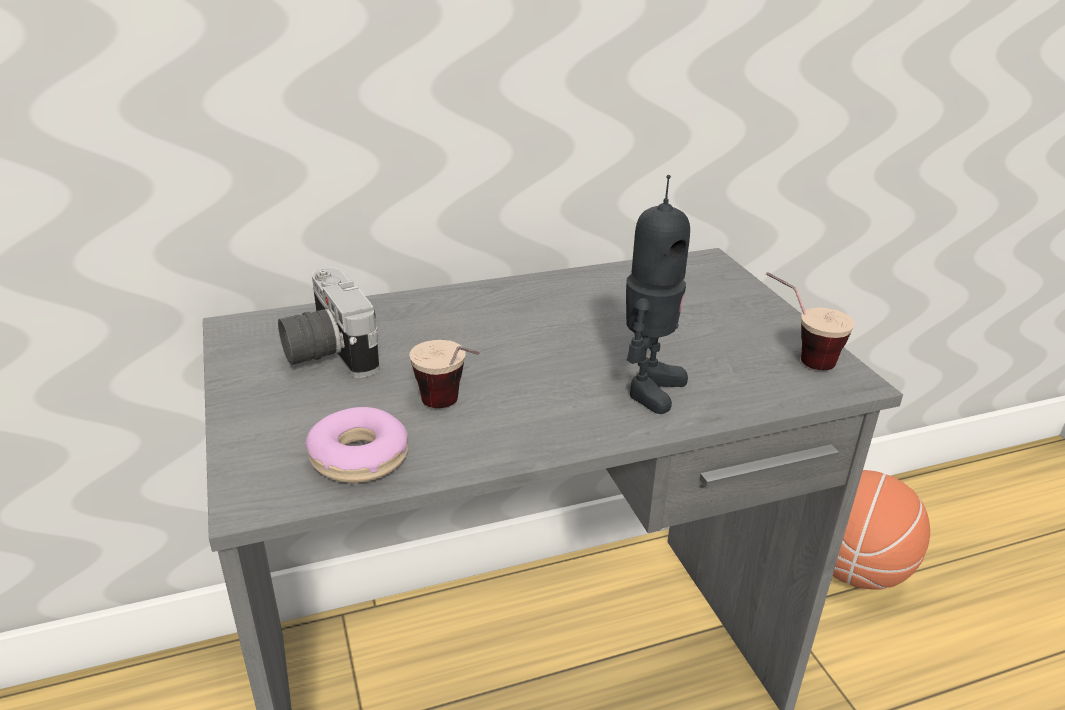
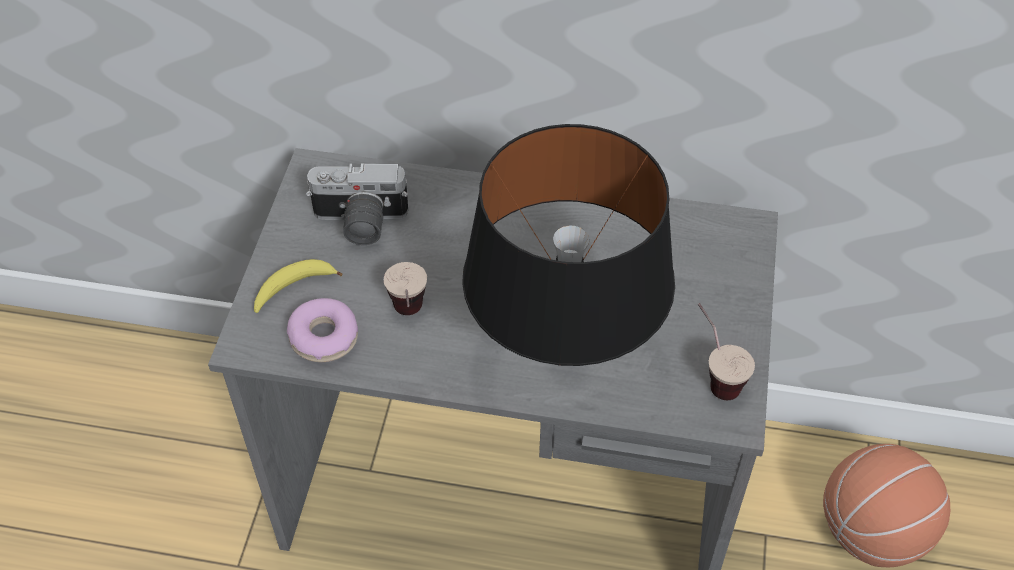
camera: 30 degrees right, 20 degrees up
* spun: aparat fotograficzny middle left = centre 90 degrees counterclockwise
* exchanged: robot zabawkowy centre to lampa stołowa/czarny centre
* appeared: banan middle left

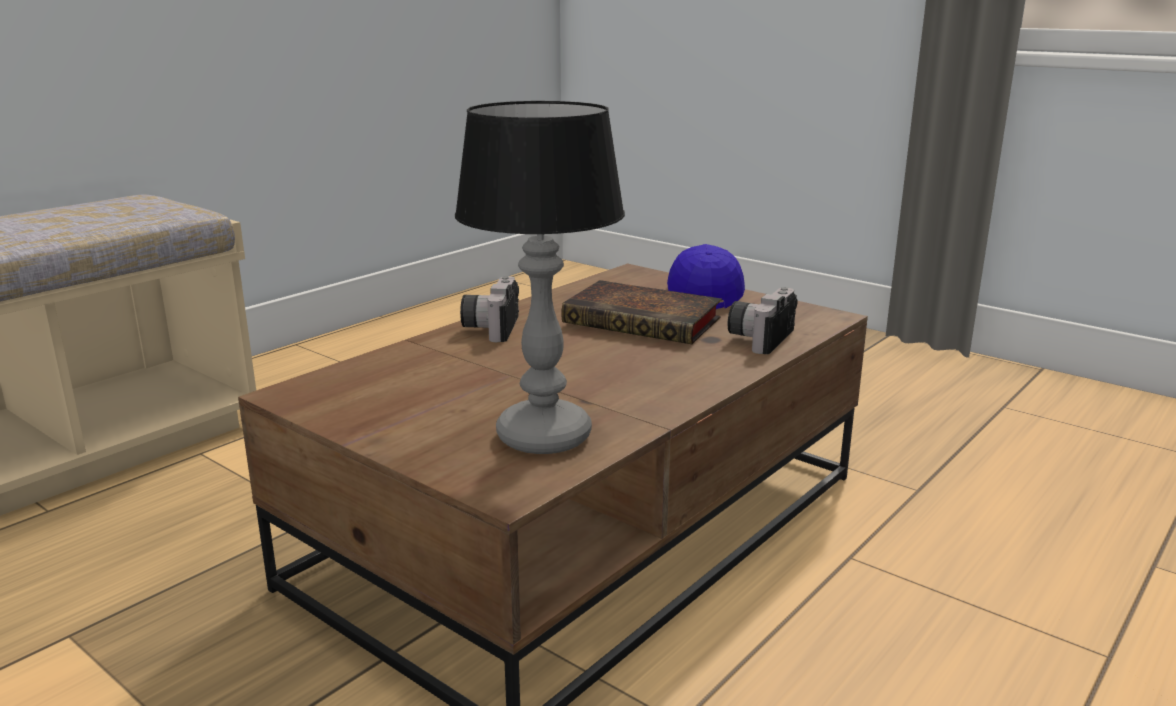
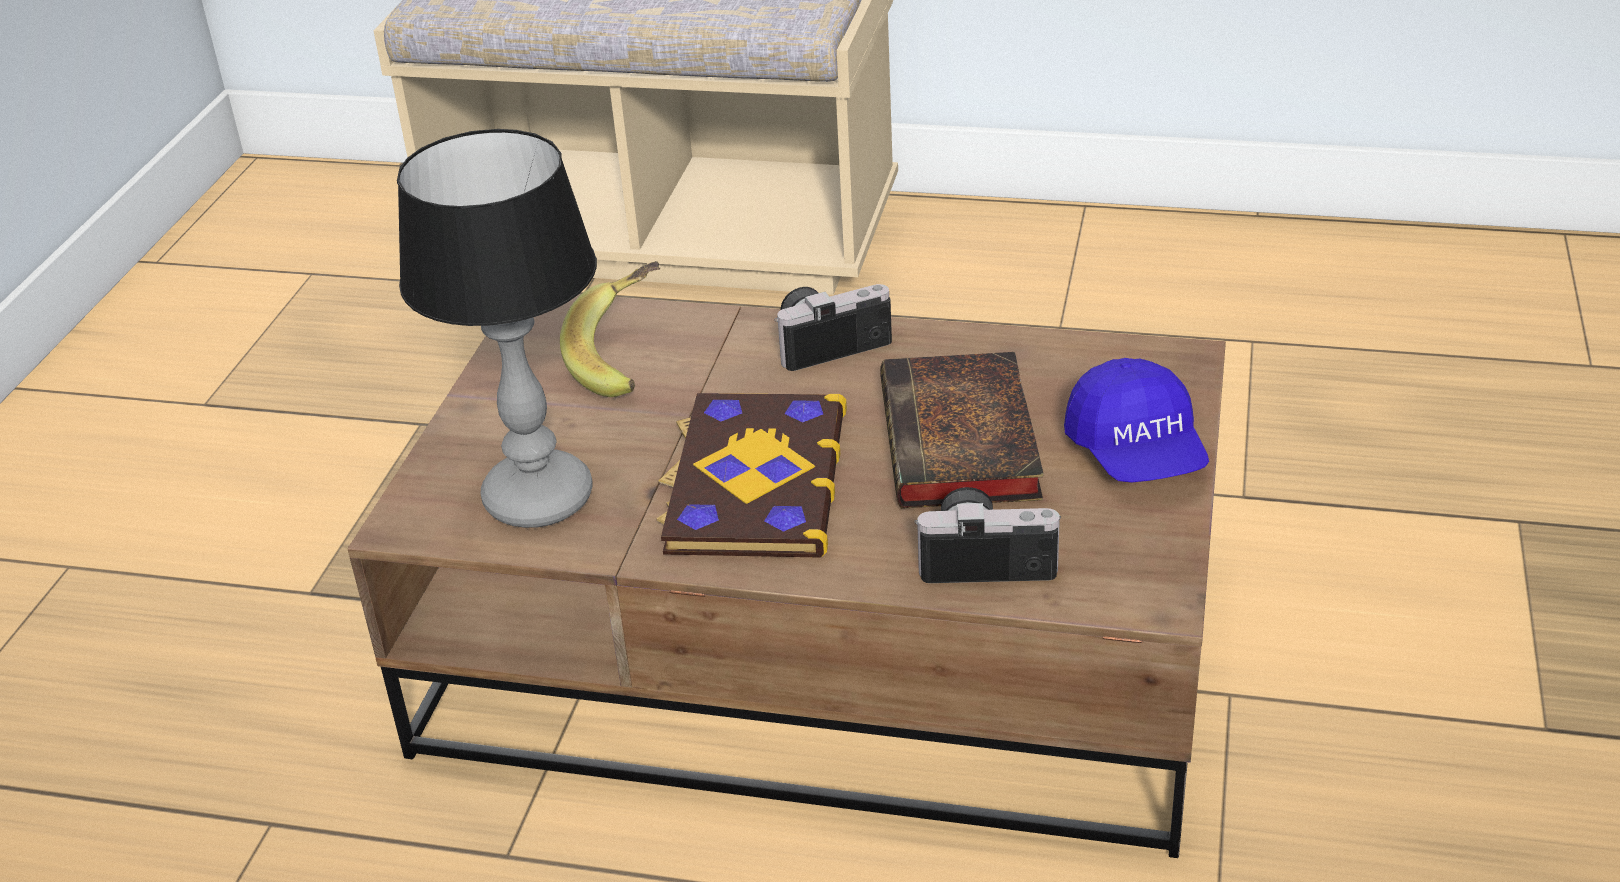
camera: 65 degrees right, 15 degrees up
* spun: czapka z daszkiem/niebieski centre = middle right 105 degrees clockwise
* appeared: banan centre
* appeared: książka (no. 1 from left) centre

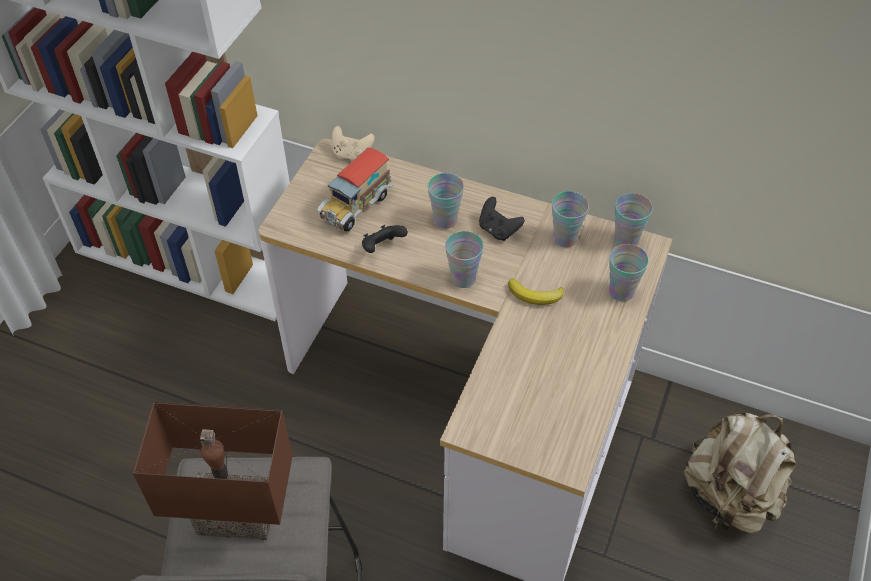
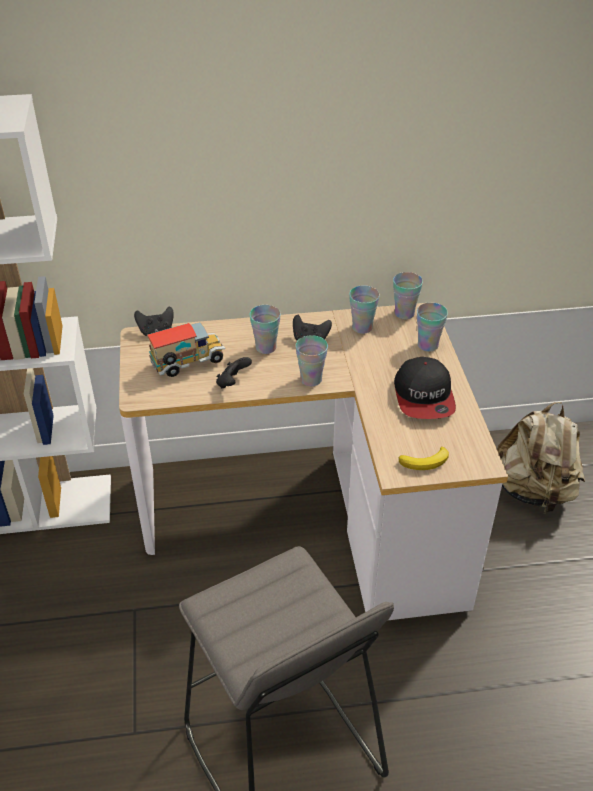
camera: 30 degrees left, 10 degrees down
* missing: lampa stołowa/brązowy bottom left
* spun: ciężarówka zabawkowa top centre = middle left 120 degrees counterclockwise
* colour: pad do gier/beżowy top centre to pad do gier/czarny (no. 1 from left) middle left
* relocated: banan centre to middle right
* appeared: czapka z daszkiem middle right

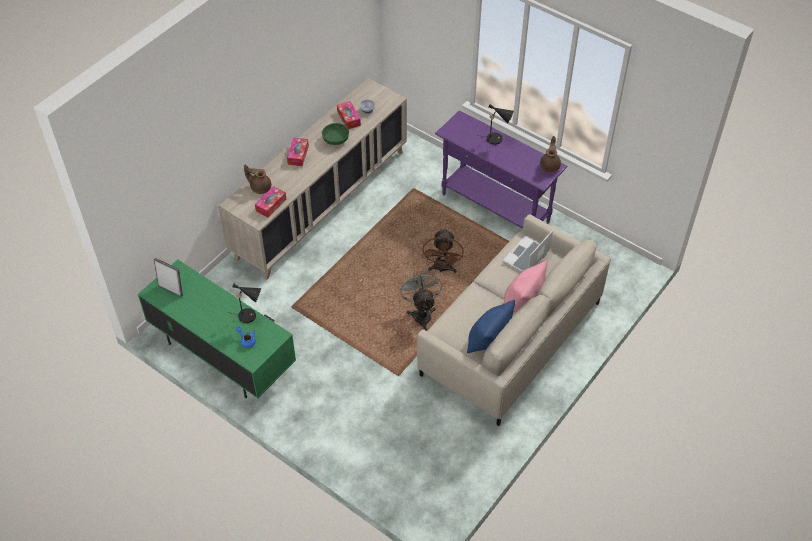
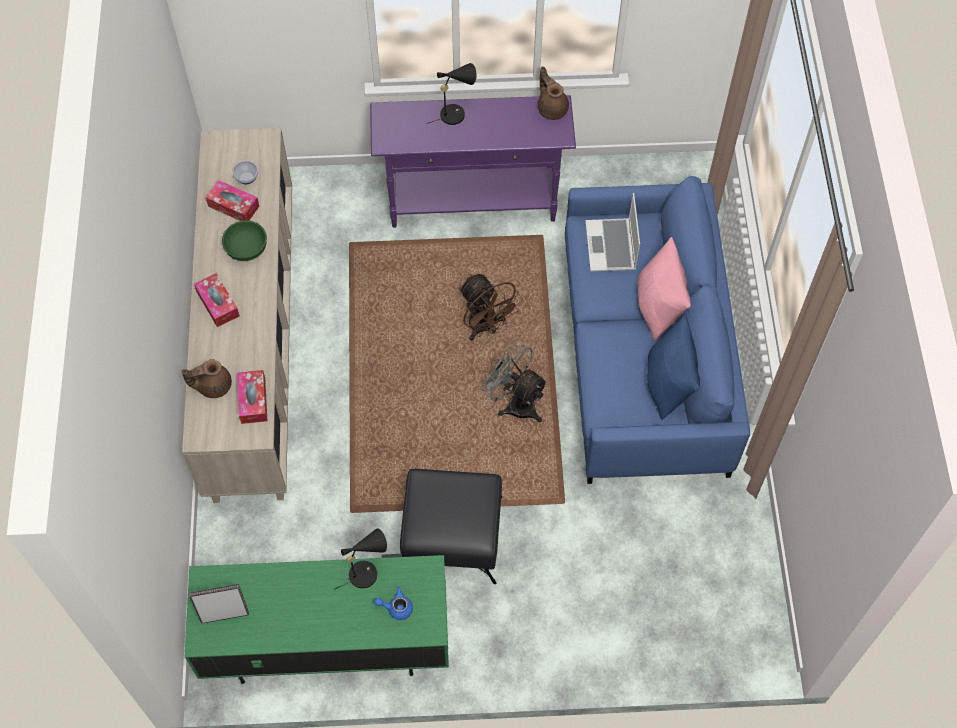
camera: 40 degrees left, 10 degrees up
* colour: kanapa/beżowy centre to kanapa/niebieski middle right
* appeared: pufa/czarny bottom centre

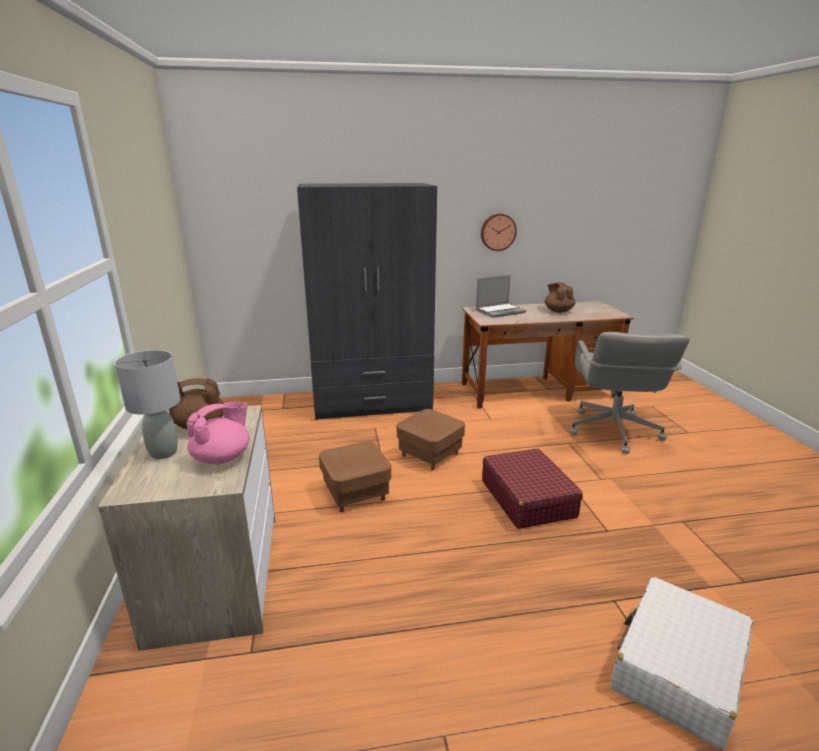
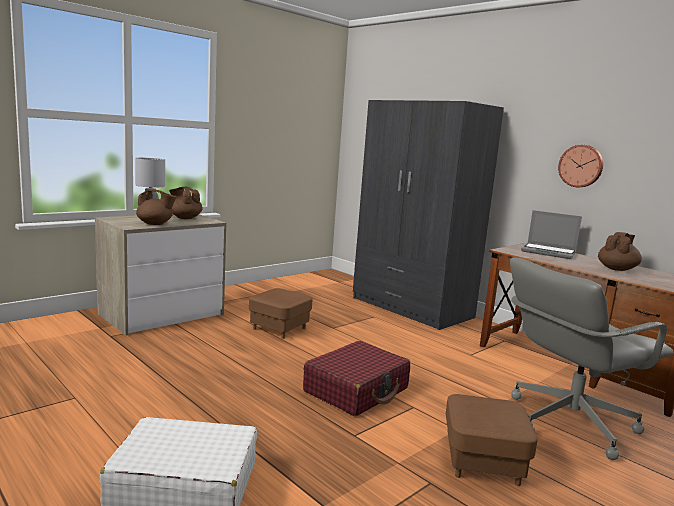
camera: 55 degrees right, 10 degrees down
* colour: imbryk/różowy middle left to imbryk/brązowy (no. 1 from left) middle left
* relocated: pufa/brązowy (no. 2 from left) centre to bottom right

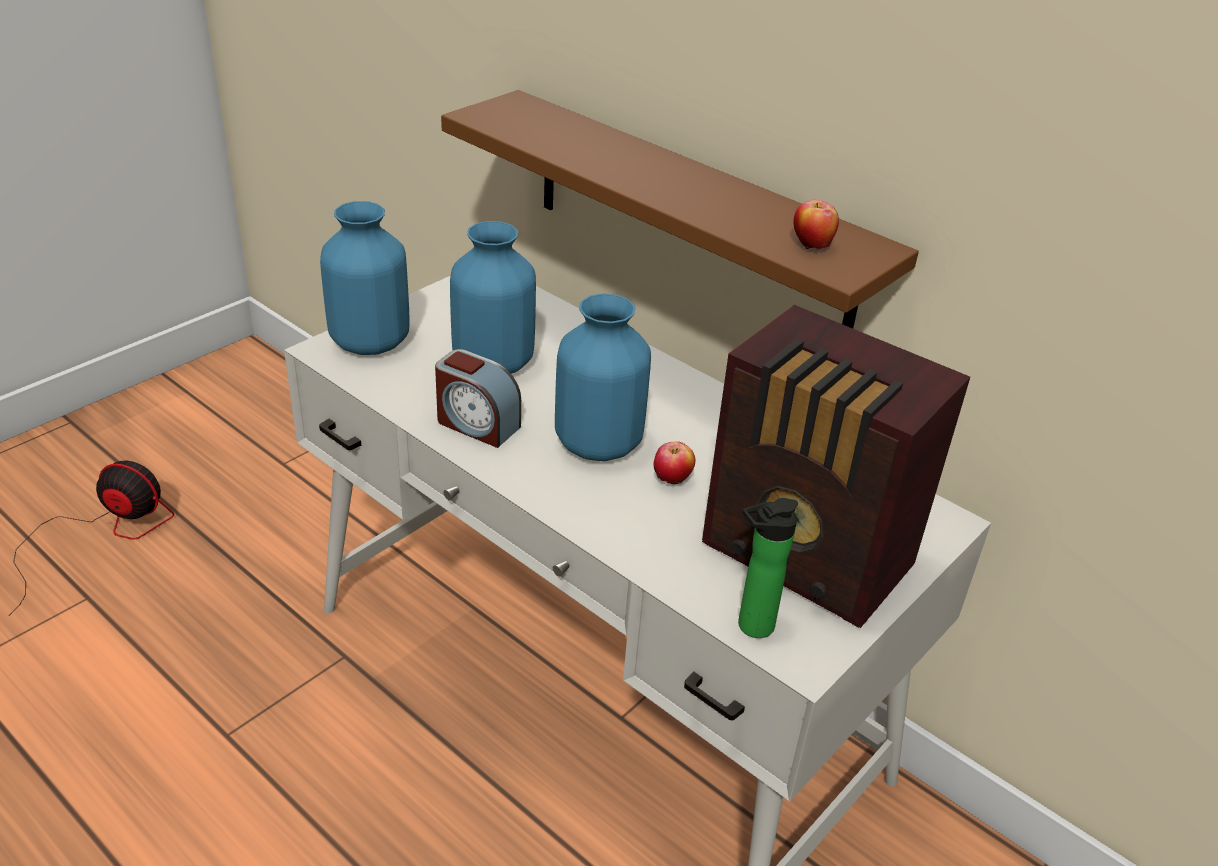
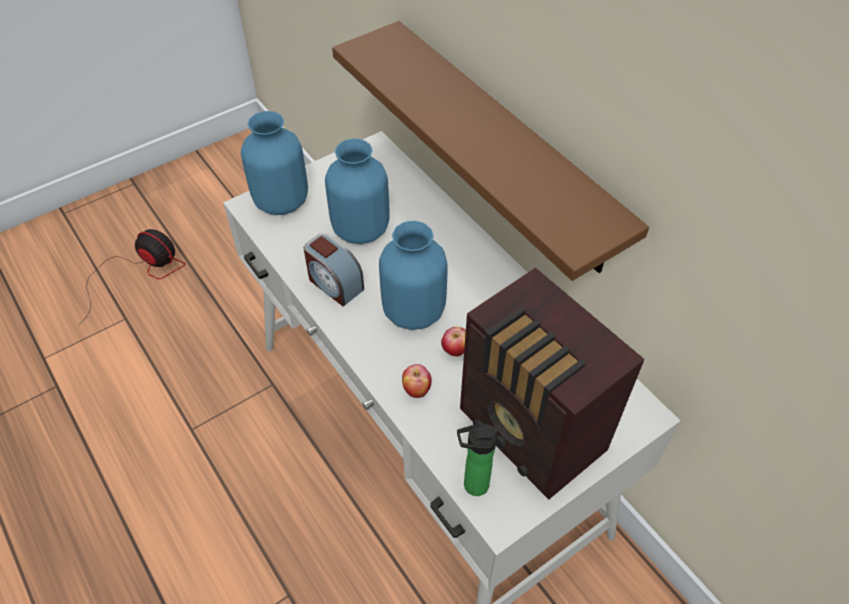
camera: 15 degrees right, 15 degrees up
* relocated: jabłko (no. 2 from left in the first image) top right to jabłko (no. 1 from left) centre

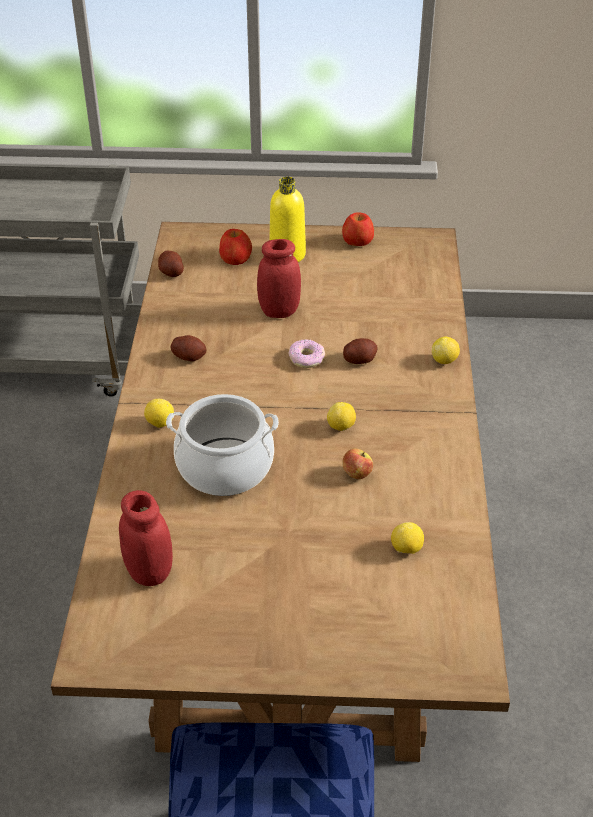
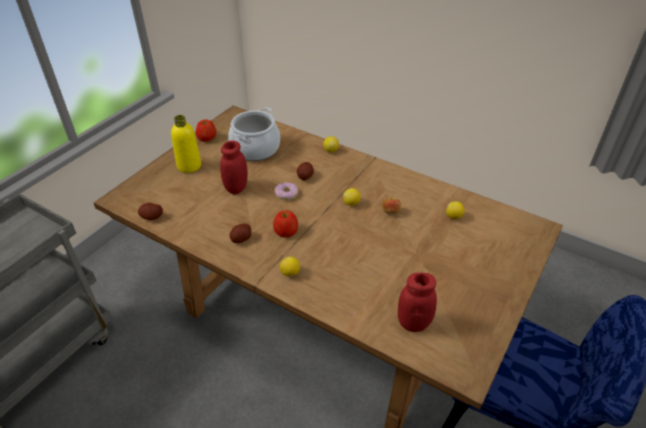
camera: 60 degrees left, 0 degrees up
* relocated: garnek centre to top centre
* relocated: jabłko (no. 1 from left in the first image) top centre to jabłko (no. 2 from left) centre

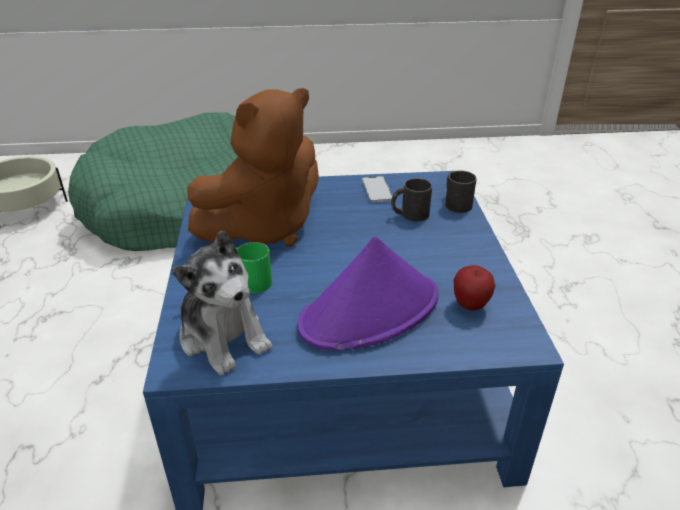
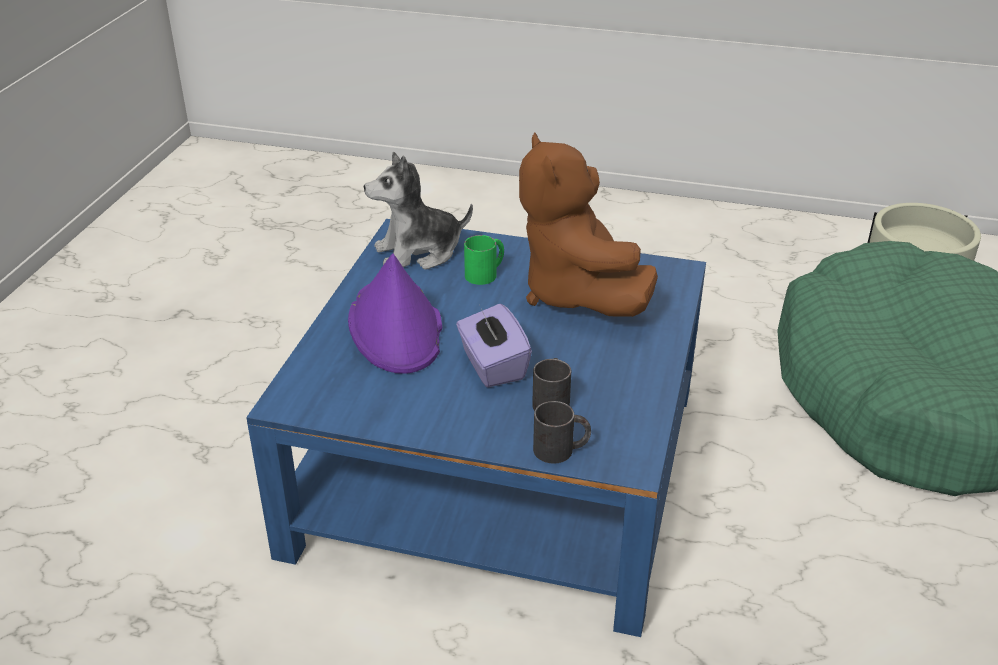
camera: 110 degrees right, 0 degrees up
* missing: telefon centre
* missing: jabłko middle right
* appeared: pudełko chusteczek/fioletowy centre

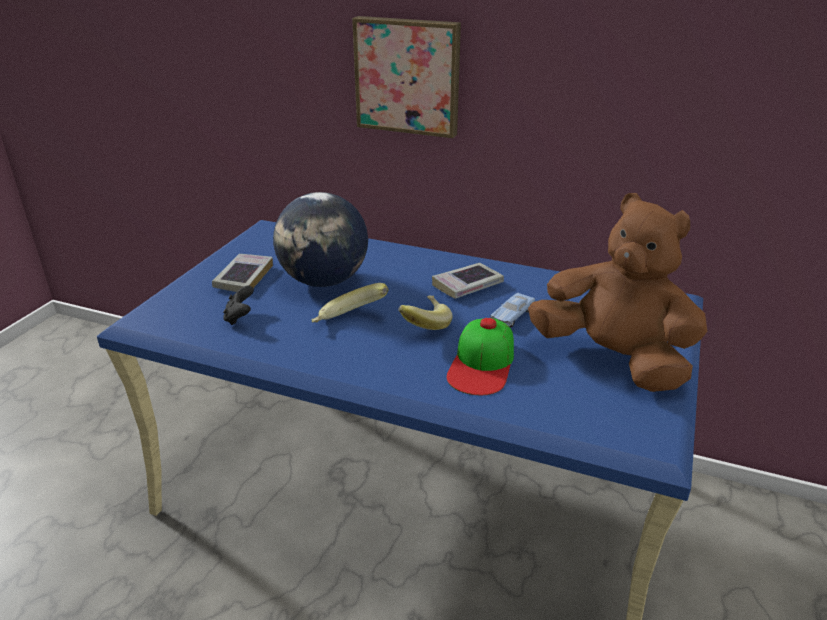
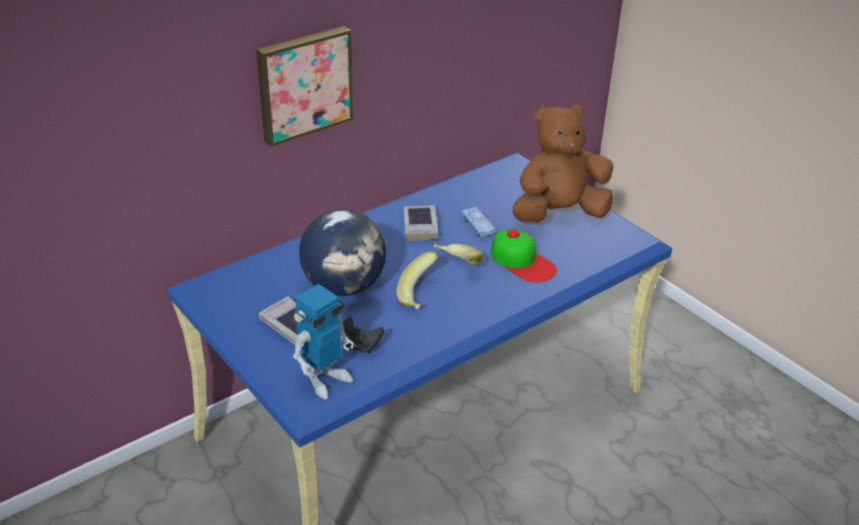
camera: 60 degrees left, 5 degrees up
* appeared: robot zabawkowy centre

